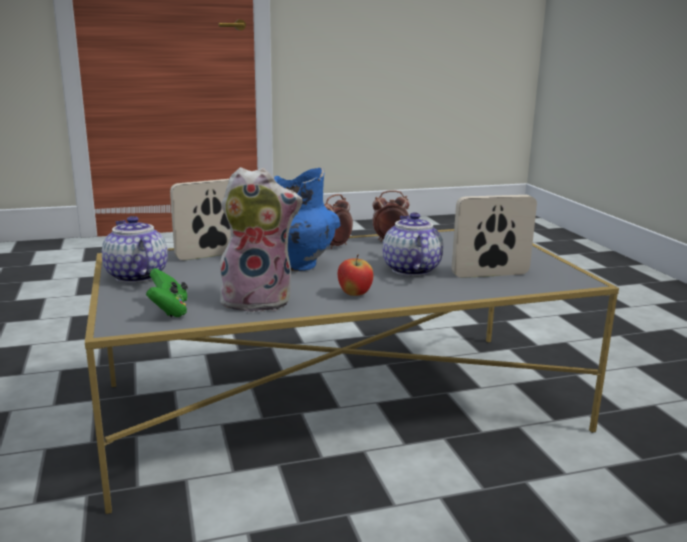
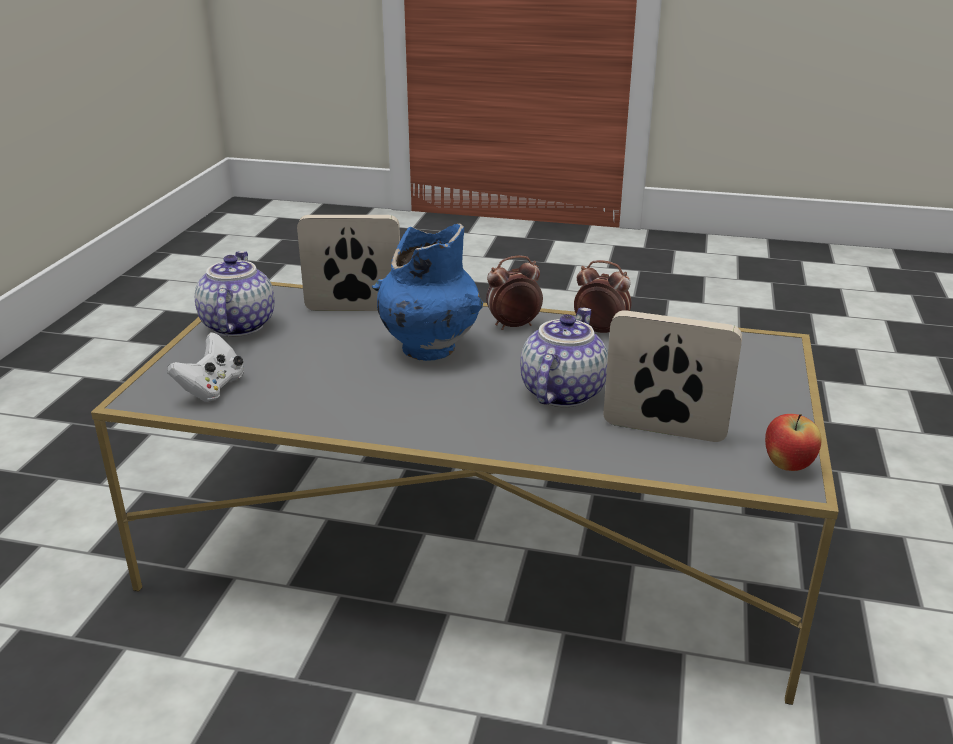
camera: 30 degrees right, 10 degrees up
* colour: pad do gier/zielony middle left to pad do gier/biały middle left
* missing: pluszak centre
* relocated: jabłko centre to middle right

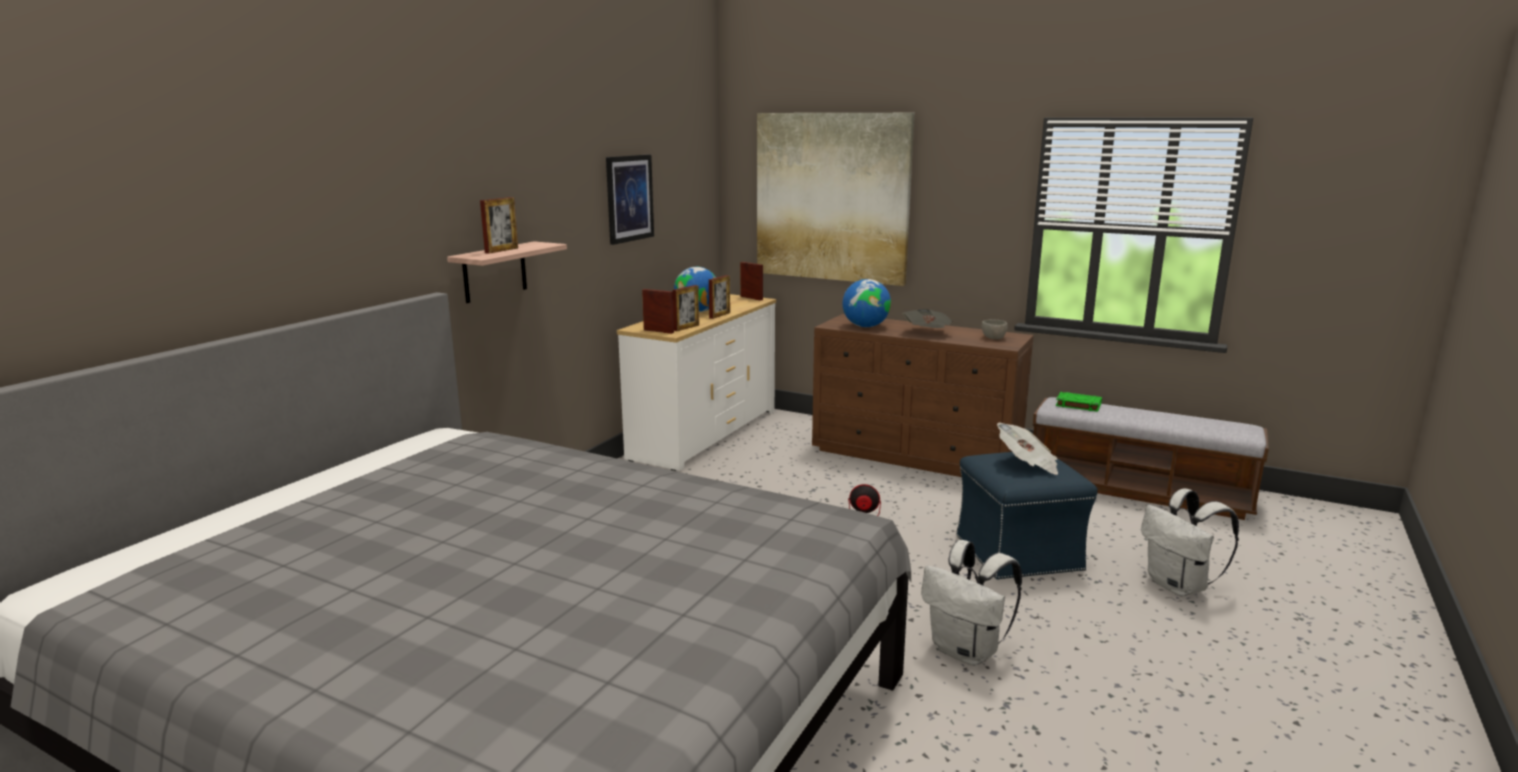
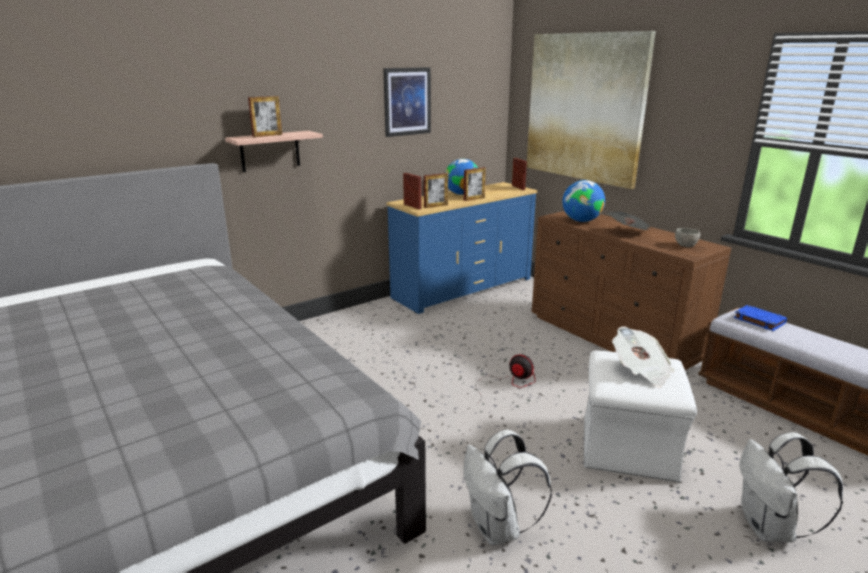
camera: 25 degrees right, 5 degrees up
* colour: komoda/biały centre to komoda/niebieski centre
* colour: pufa/niebieski bottom right to pufa/biały bottom right
* colour: książka/zielony middle right to książka/niebieski middle right

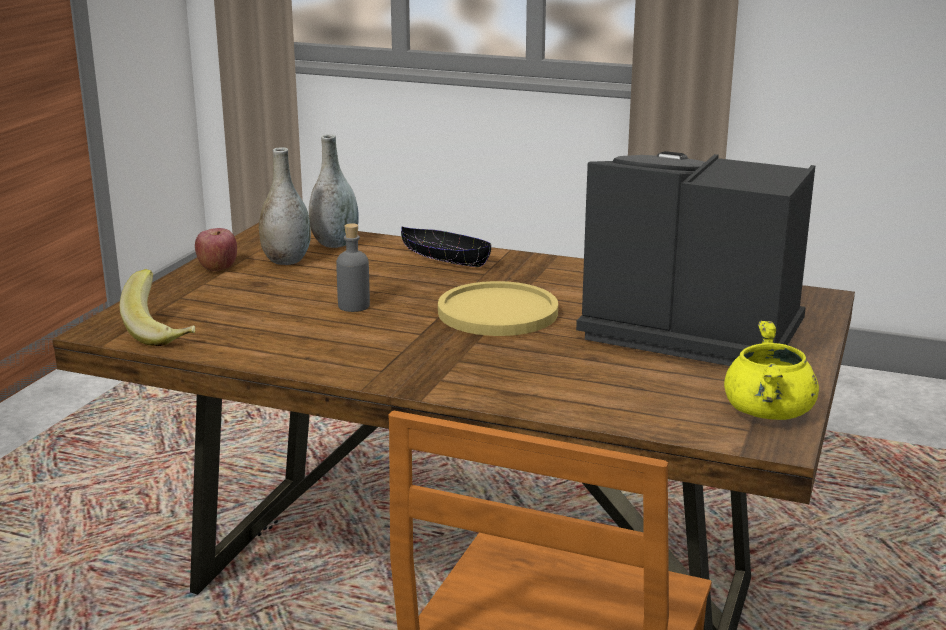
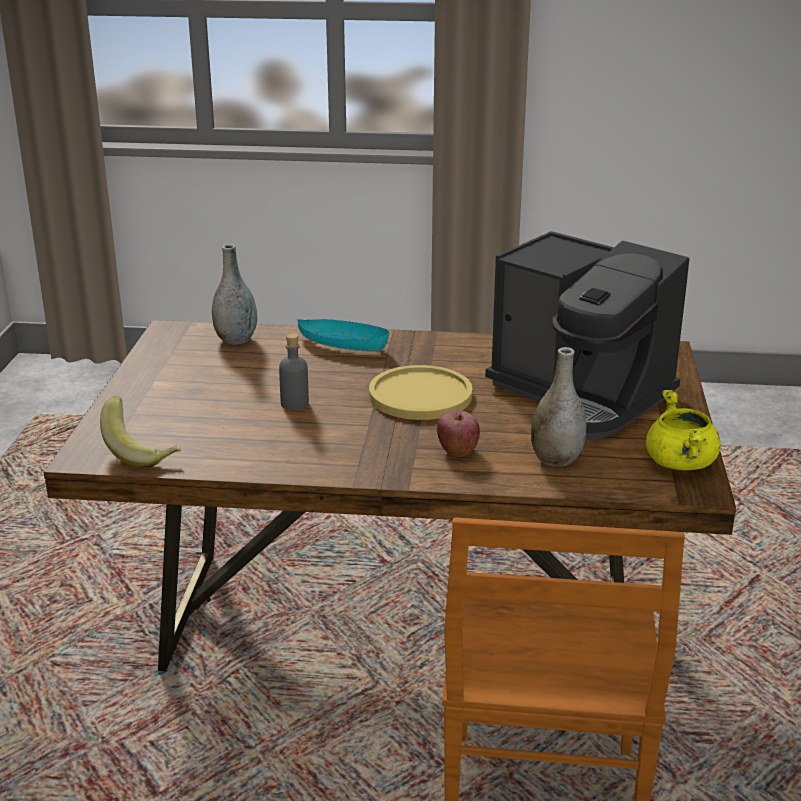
camera: 15 degrees left, 5 degrees up
* relocated: jabłko middle left to centre
* relocated: wazon/szary (no. 1 from left in the first image) top left to wazon/szary (no. 2 from left) middle right
* colour: miska/czarny centre to miska/turkusowy centre
* spun: ekspres do kawy middle right = middle right 150 degrees counterclockwise

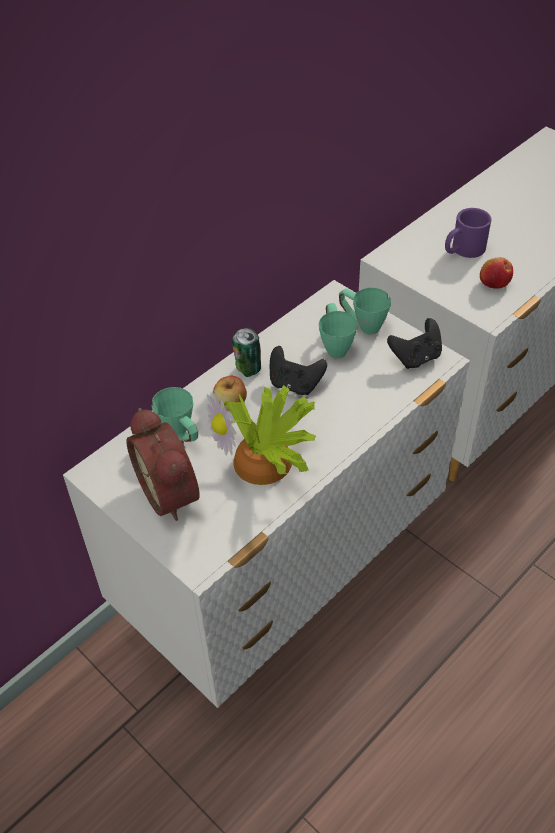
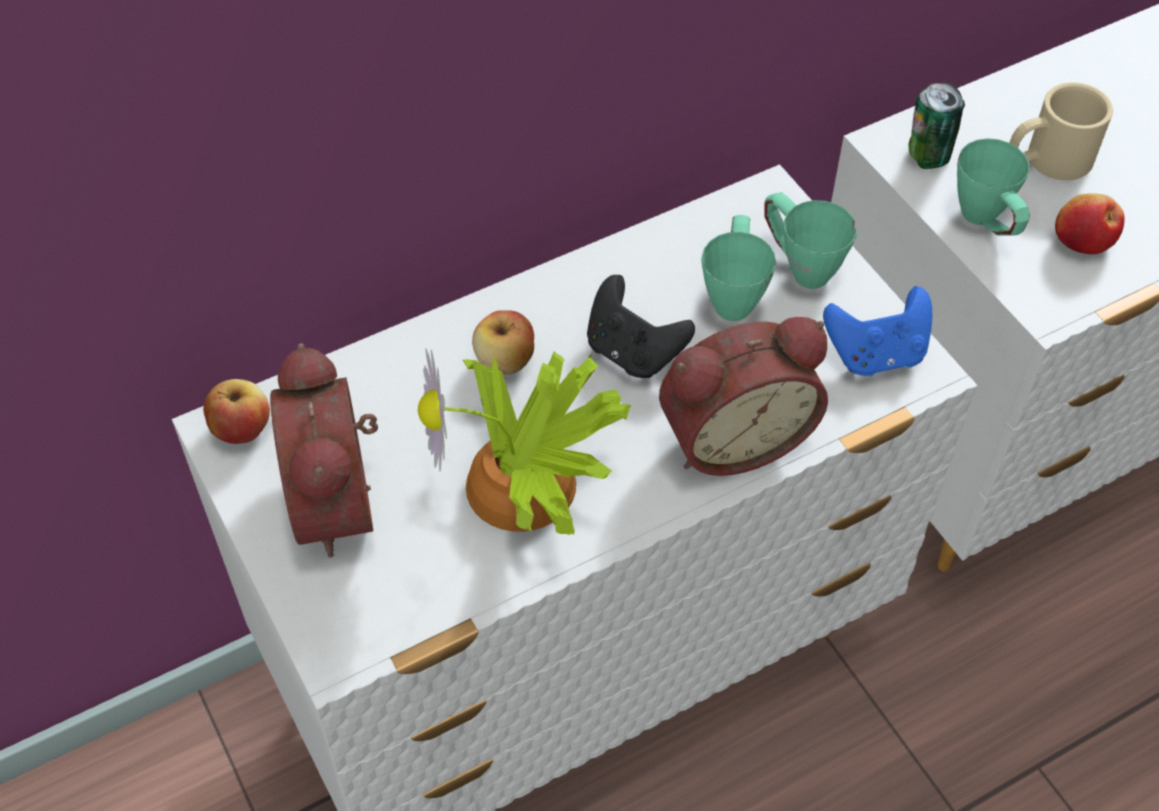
camera: 15 degrees right, 5 degrees up
* relocated: kubek/zielony (no. 1 from left in the first image) middle left to kubek/zielony (no. 3 from left) top right
* relocated: puszka centre to top right
* colour: pad do gier/czarny (no. 2 from left) middle right to pad do gier/niebieski middle right
* colour: kubek/fioletowy top right to kubek/beżowy top right
* appeared: jabłko (no. 1 from left) middle left
* appeared: budzik (no. 2 from left) centre

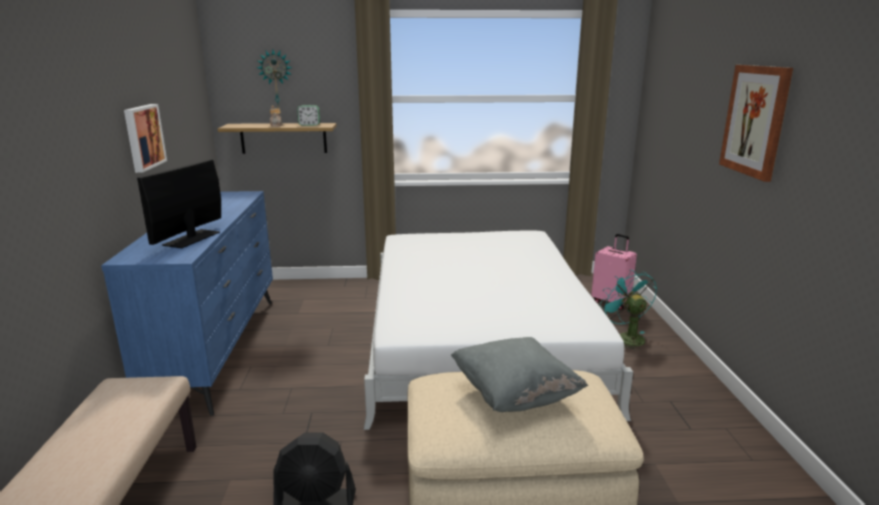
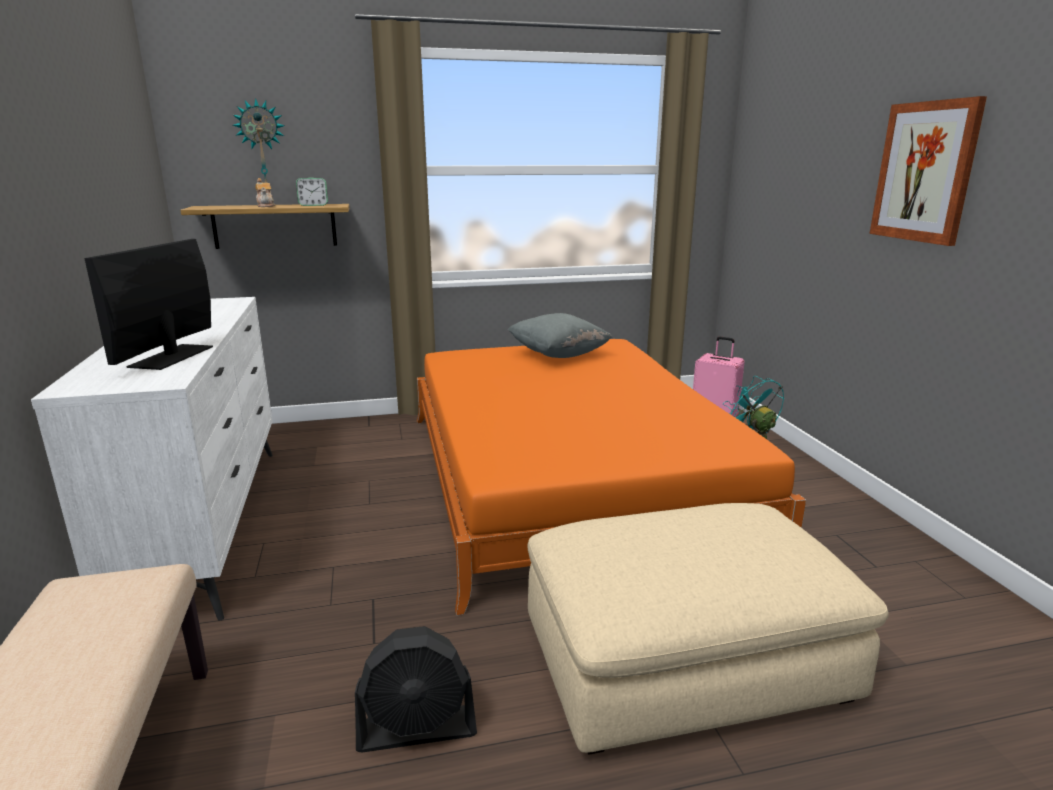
camera: 10 degrees left, 0 degrees up
* colour: komoda/niebieski middle left to komoda/biały middle left
* missing: obraz (no. 1 from left) top left
* colour: łóżko/biały centre to łóżko/pomarańczowy centre
* relocated: poduszka/szary bottom centre to centre

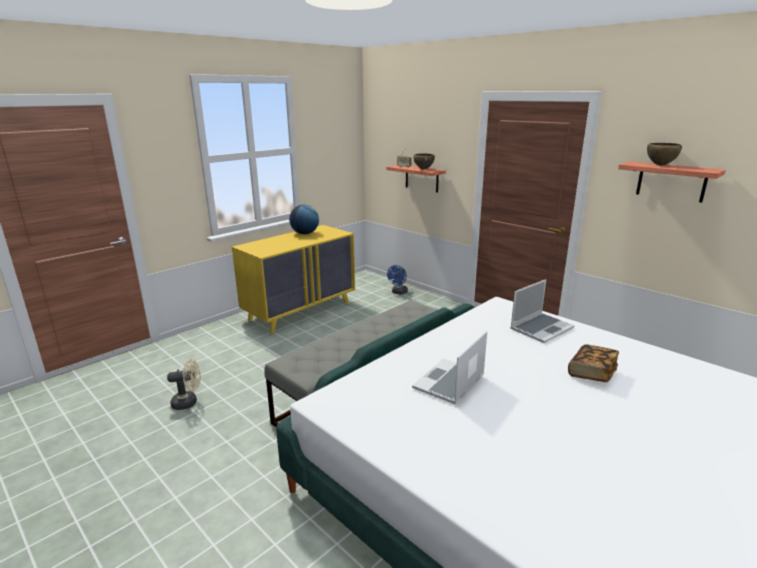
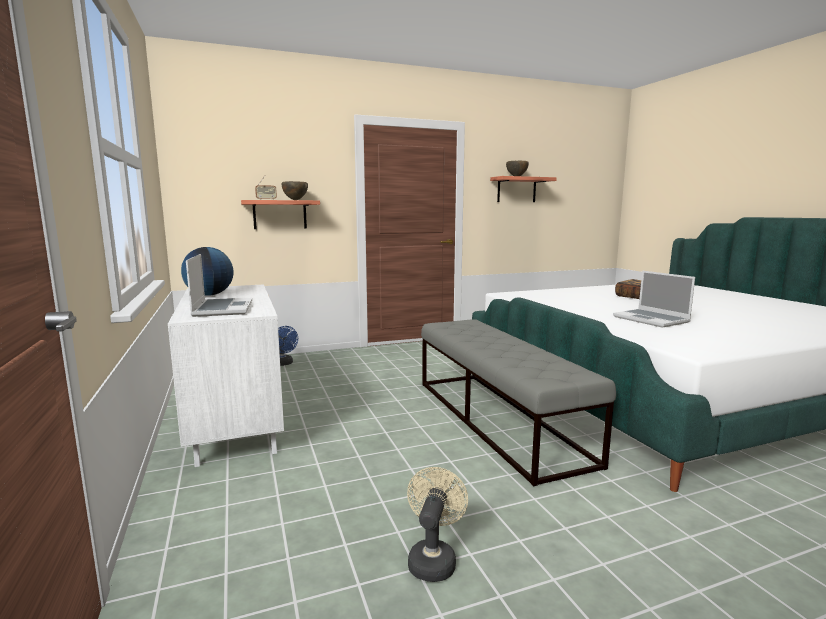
camera: 65 degrees left, 10 degrees down
* colour: komoda/żółty centre to komoda/biały middle left
* relocated: laptop (no. 2 from left in the first image) middle right to laptop (no. 1 from left) middle left

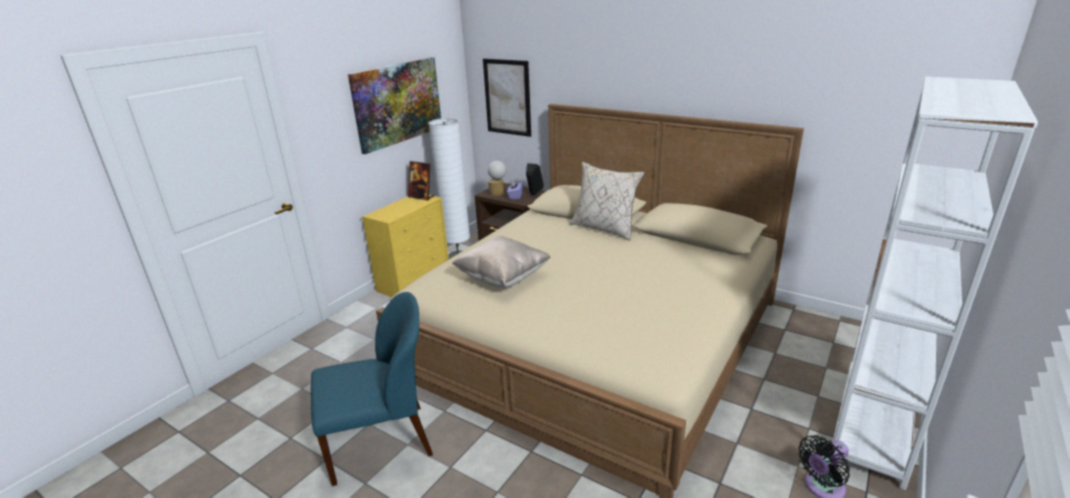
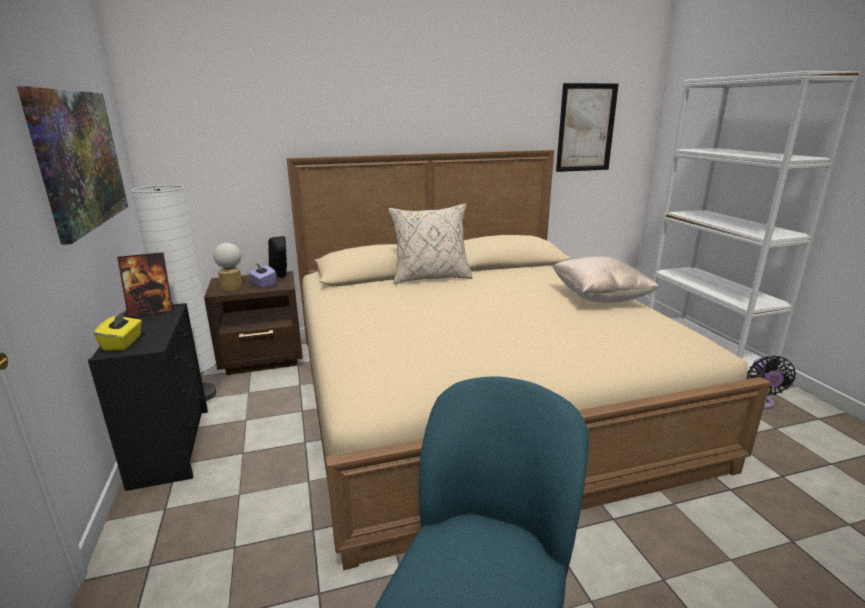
camera: 50 degrees left, 5 degrees down
* colour: komoda/żółty centre to komoda/czarny middle left
* relocated: poduszka/beżowy (no. 1 from left in the first image) centre to poduszka/beżowy (no. 2 from left) middle right
* relocated: obraz (no. 2 from left) top centre to top right
* appeared: pudełko chusteczek/żółty middle left

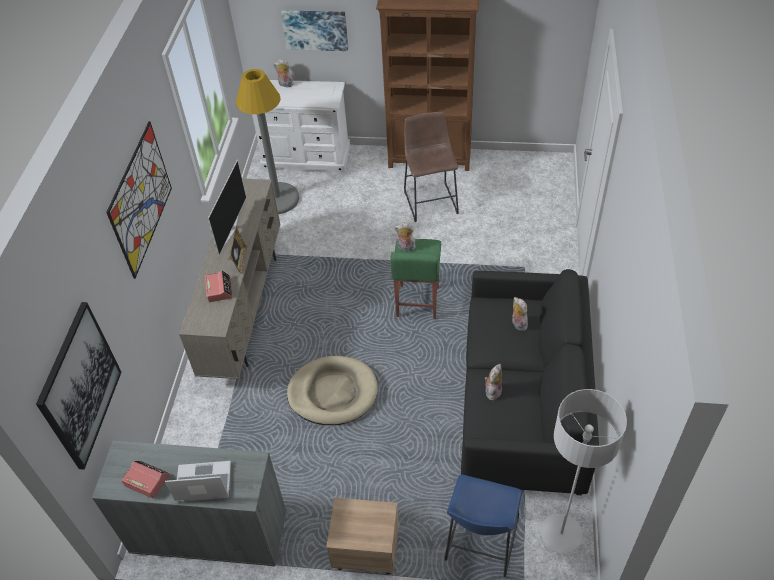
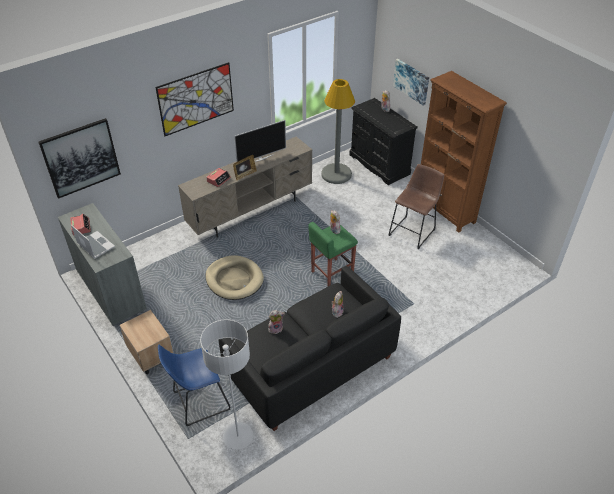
camera: 45 degrees right, 5 degrees down
* colour: komoda/biały top centre to komoda/czarny top centre

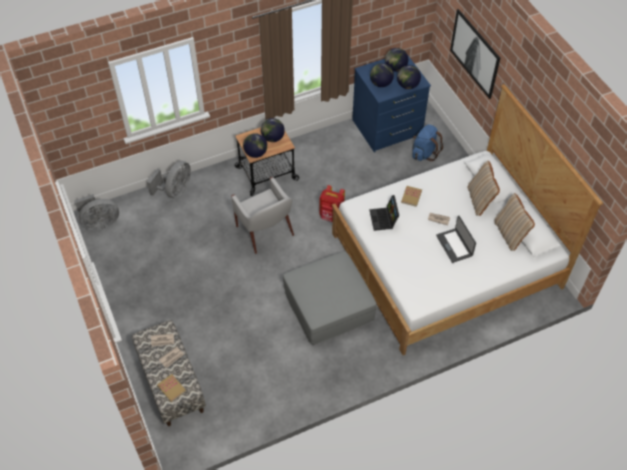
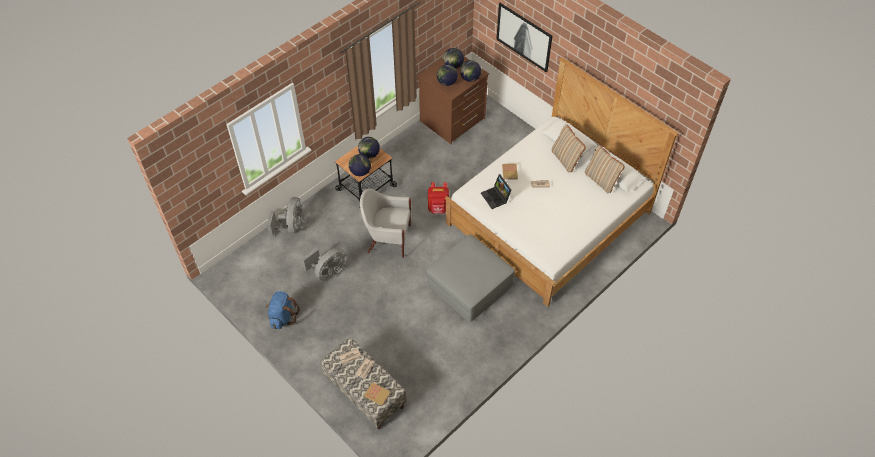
camera: 20 degrees left, 0 degrees up
* relocated: wentylator/szary (no. 1 from left in the first image) middle left to wentylator/szary (no. 2 from left) centre
* spun: fotel/biały centre = centre 150 degrees clockwise
* colour: komoda/niebieski top centre to komoda/brązowy top centre
* relocated: plecak/niebieski top right to bottom left
* missing: laptop (no. 2 from left) middle right

